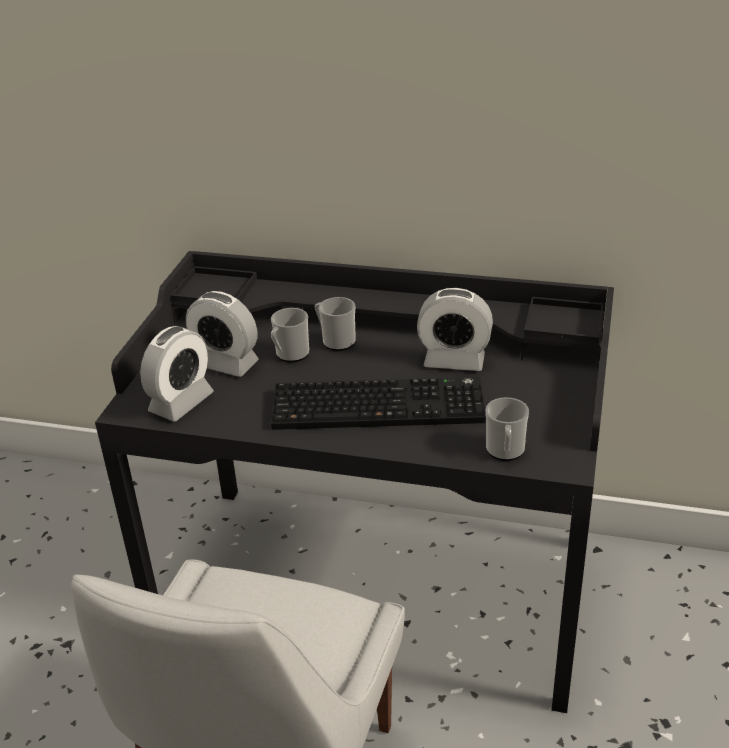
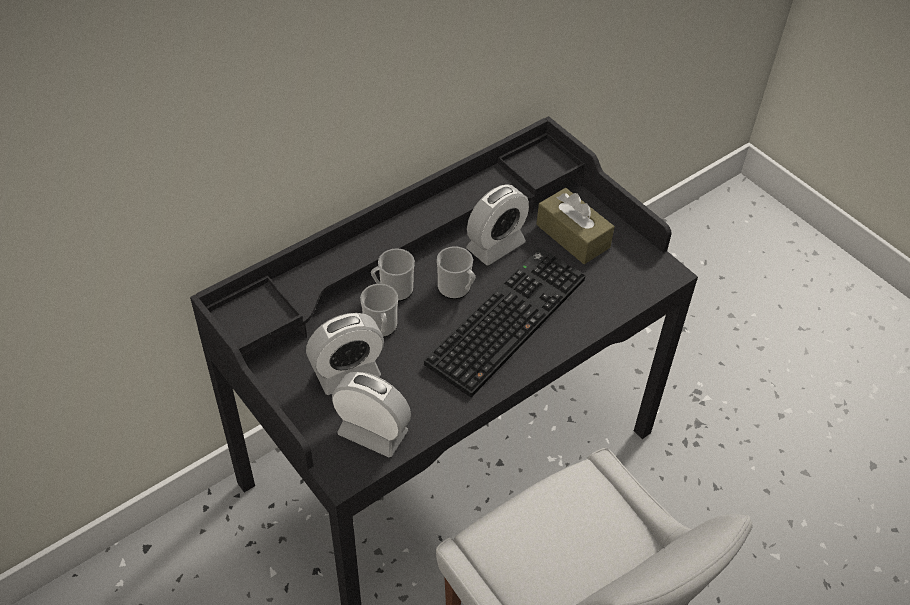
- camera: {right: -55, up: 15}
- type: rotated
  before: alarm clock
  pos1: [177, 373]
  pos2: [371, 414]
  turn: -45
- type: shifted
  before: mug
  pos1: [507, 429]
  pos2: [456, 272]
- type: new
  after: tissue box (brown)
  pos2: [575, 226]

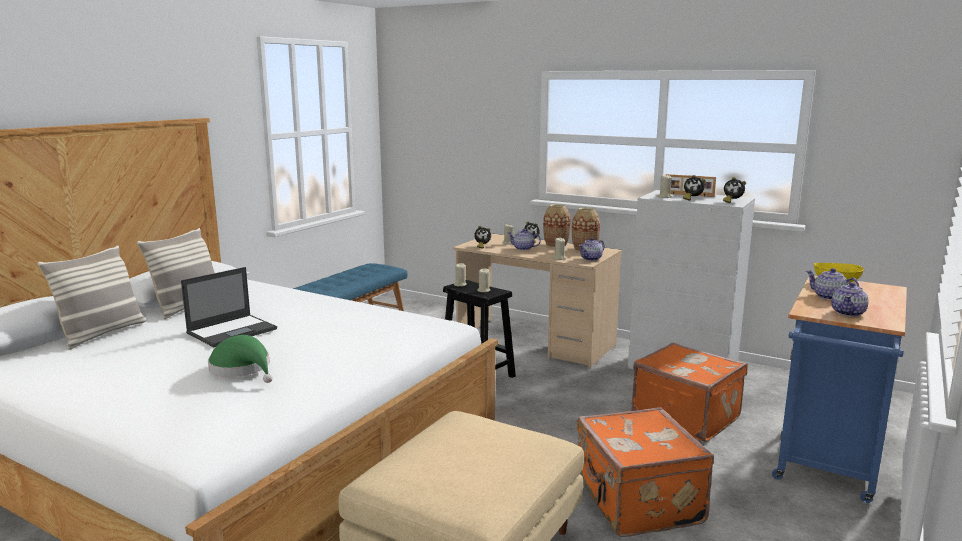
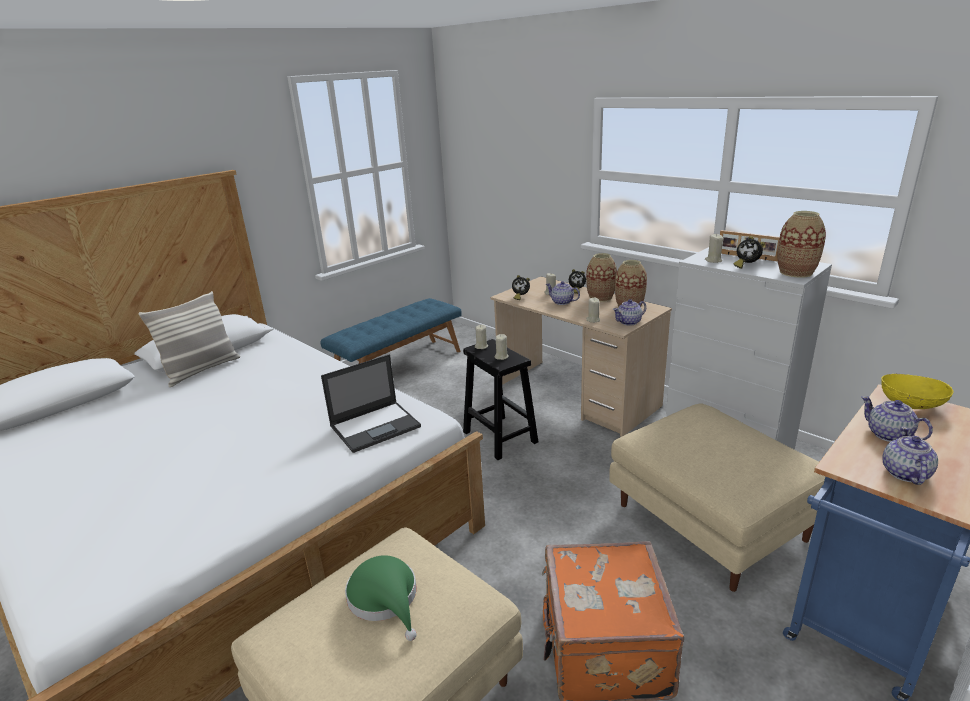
- camera: {right: 15, up: 10}
- type: gone
  before: pillow
  pos1: [91, 297]
- type: shifted
  before: laptop
  pos1: [229, 307]
  pos2: [371, 403]
- type: shifted
  before: hat (green)
  pos1: [240, 359]
  pos2: [381, 598]
- type: swapped
  before: suitcase (orange)
  after: ottoman (beige)
  pos1: [689, 392]
  pos2: [717, 497]
- type: swapped
  before: alarm clock
  after: vase
  pos1: [734, 190]
  pos2: [802, 244]
- type: rotated
  before: teapot
  pos1: [850, 299]
  pos2: [910, 456]
  turn: 150

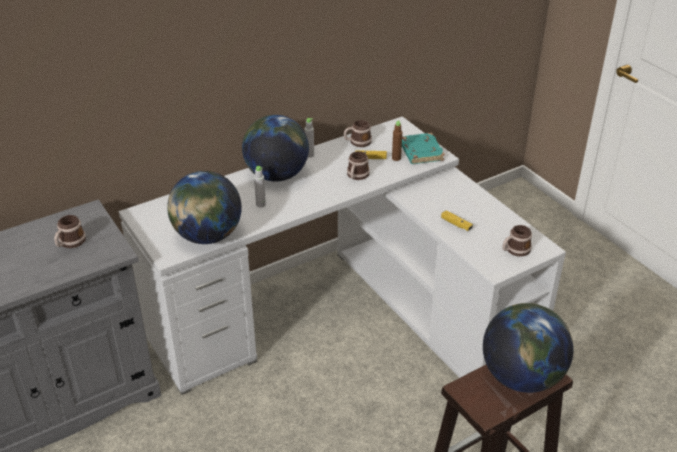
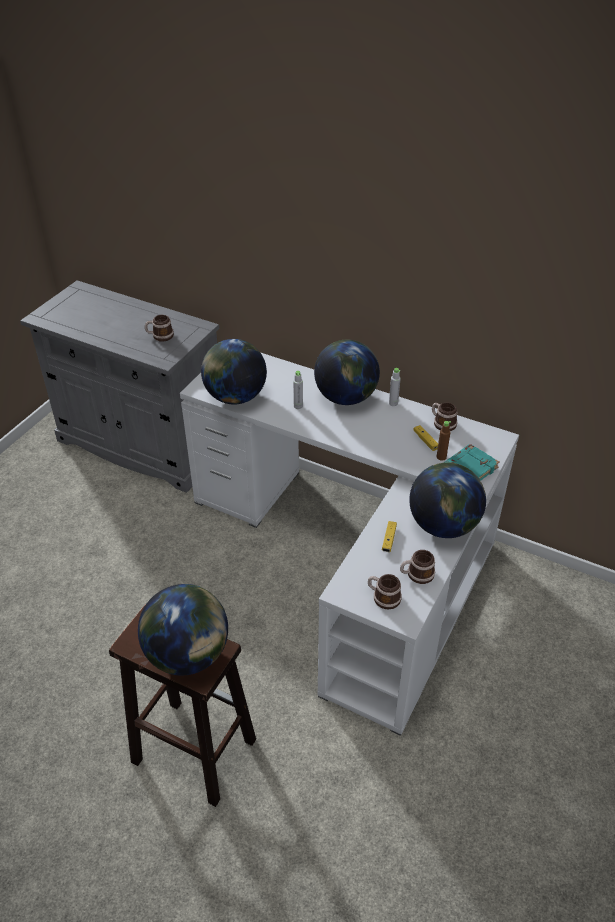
- camera: {right: 60, up: 5}
- type: shifted
  before: mug
  pos1: [358, 165]
  pos2: [417, 567]
- type: new
  after: globe
  pos2: [447, 500]

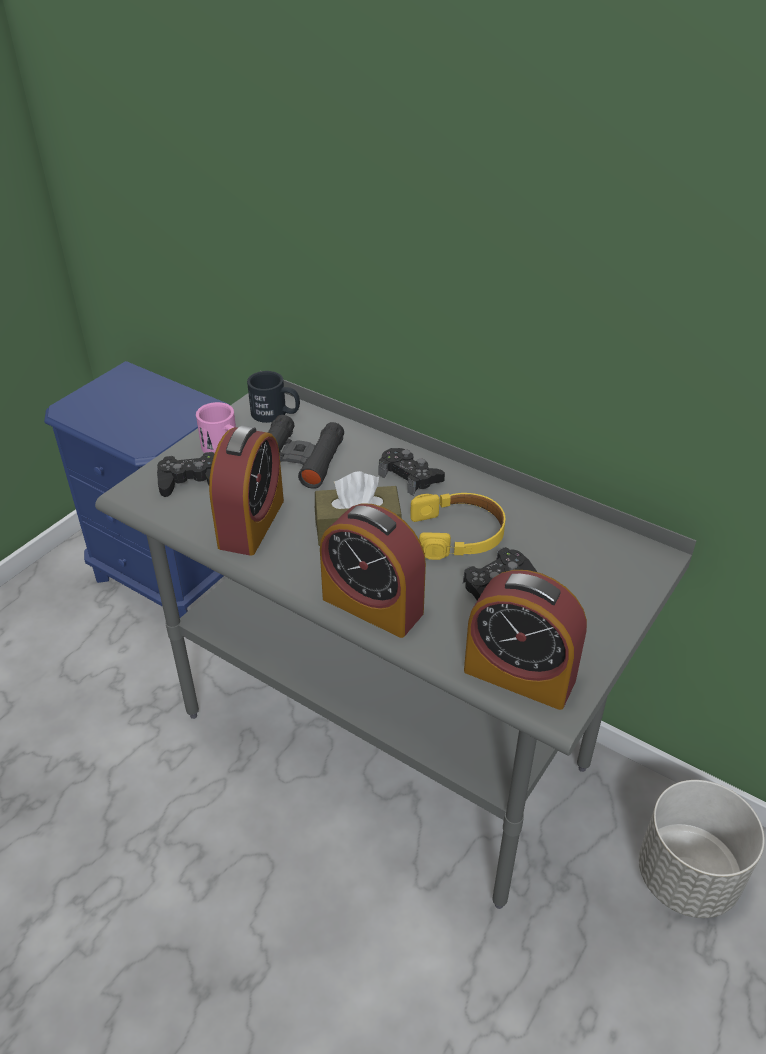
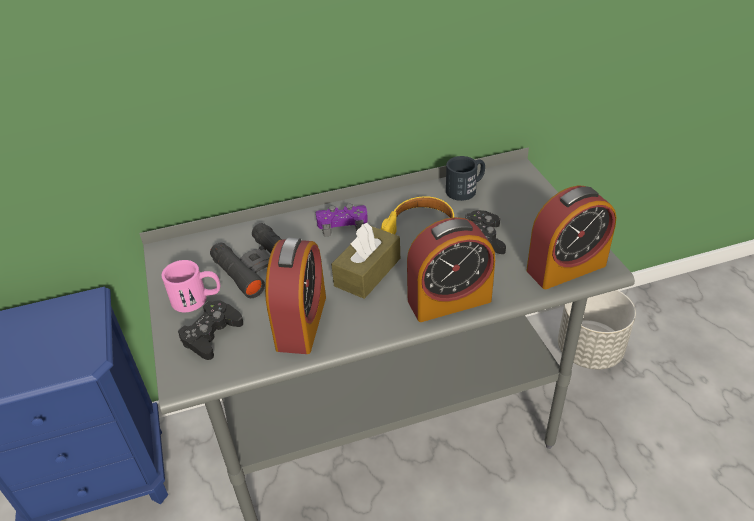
- camera: {right: -50, up: 0}
- type: rotated
  before: alarm clock
  pos1: [246, 490]
  pos2: [295, 296]
  turn: 45
- type: shifted
  before: mug (black)
  pos1: [273, 397]
  pos2: [465, 178]
- type: repainted
  before: game controller (black)
  after: game controller (purple)
  pos1: [412, 472]
  pos2: [342, 220]

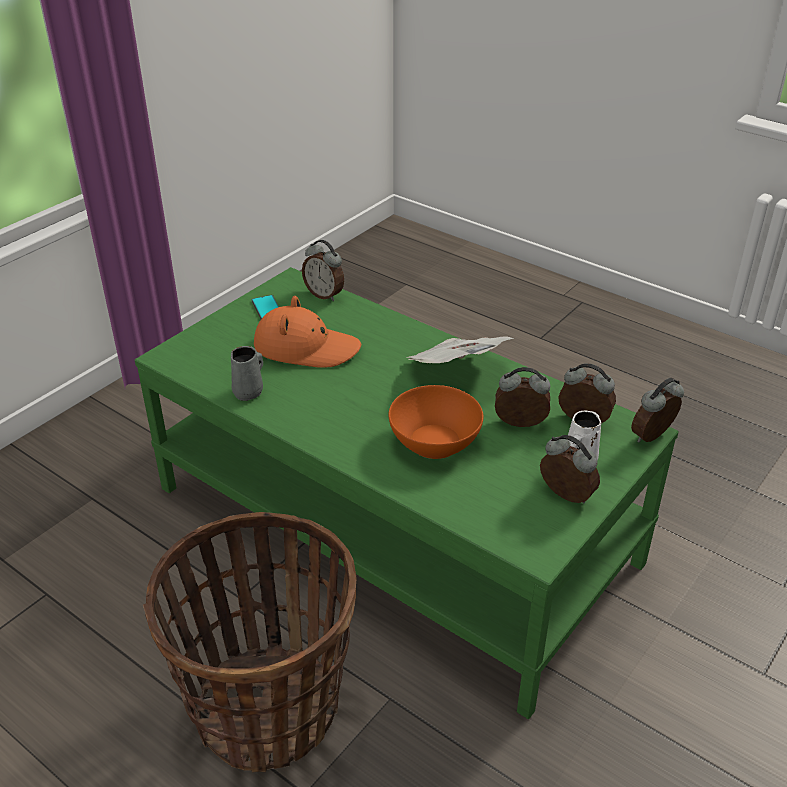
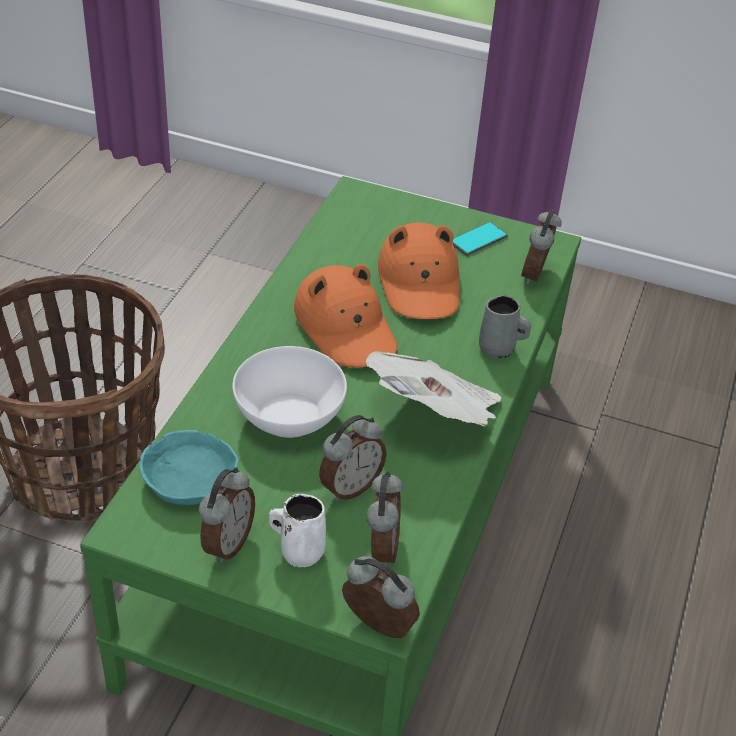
- camera: {right: 70, up: 5}
- type: shifted
  before: mug (grey)
  pos1: [247, 373]
  pos2: [505, 327]
- type: repainted
  before: bowl (orange)
  after: bowl (white)
  pos1: [436, 422]
  pos2: [290, 392]
- type: rotated
  before: alarm clock
  pos1: [522, 397]
  pos2: [353, 458]
  turn: 60
- type: new
  after: bowl (turquoise)
  pos2: [189, 467]
- type: new
  after: hat (orange)
  pos2: [345, 315]

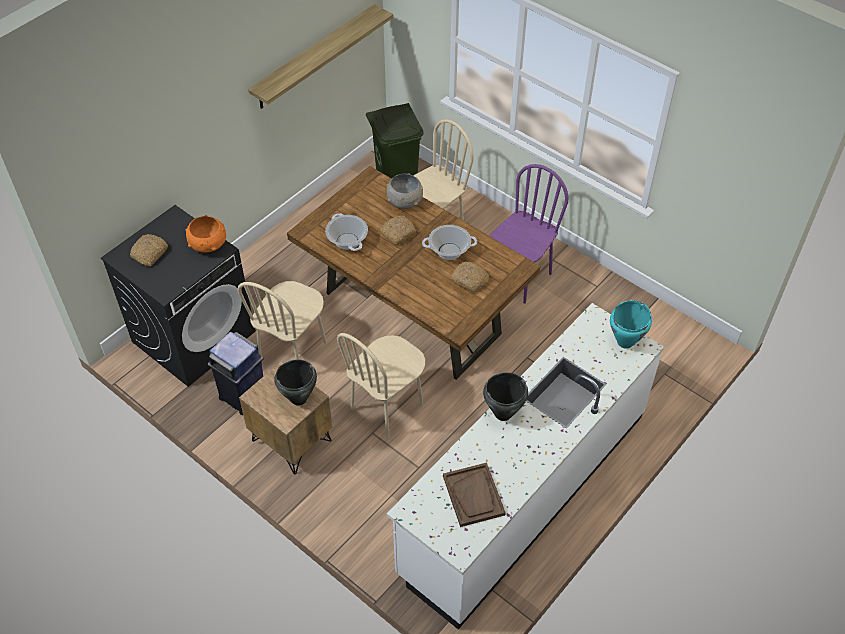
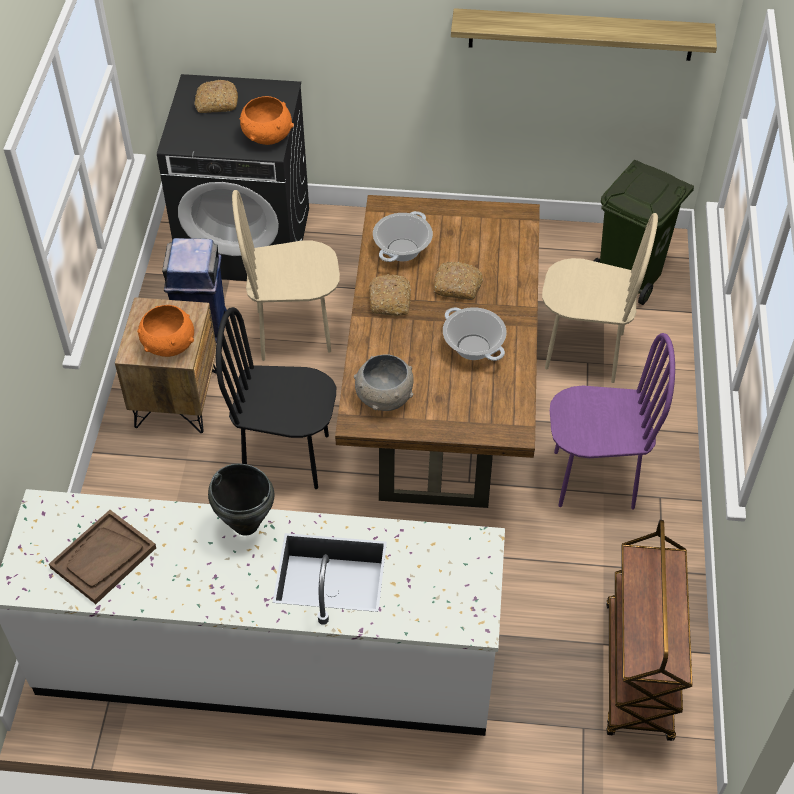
- camera: {right: 55, up: 0}
- type: swapped
  before: cooking pot (black)
  after: bowl (orange)
  pos1: [295, 382]
  pos2: [165, 331]
- type: repainted
  before: chair (beige)
  after: chair (black)
  pos1: [381, 386]
  pos2: [276, 398]
- type: shifted
  before: bowl (grey)
  pos1: [404, 191]
  pos2: [383, 383]
- type: shifted
  before: bread
  pos1: [470, 277]
  pos2: [390, 295]
- type: gone
  before: cooking pot (turquoise)
  pos1: [631, 324]
- type: new
  after: cart (brown)
  pos2: [649, 630]

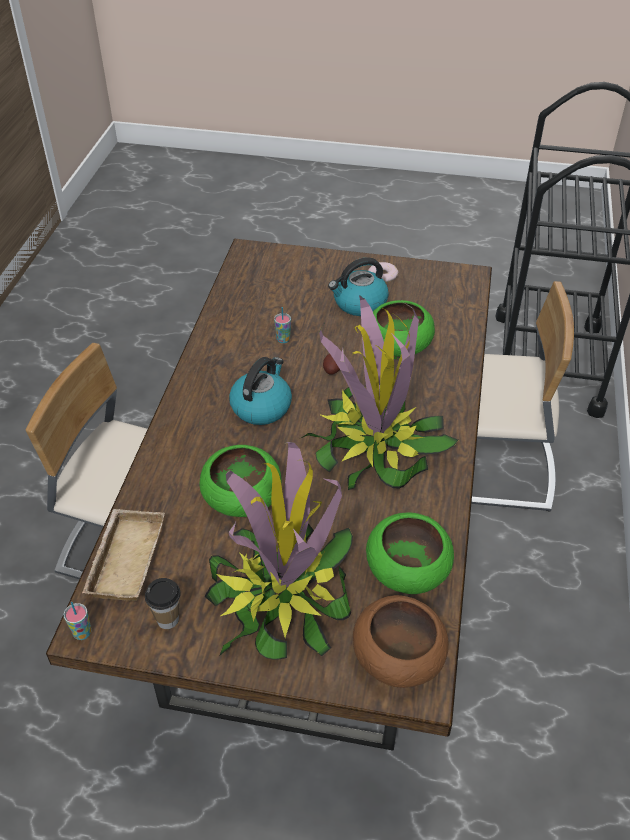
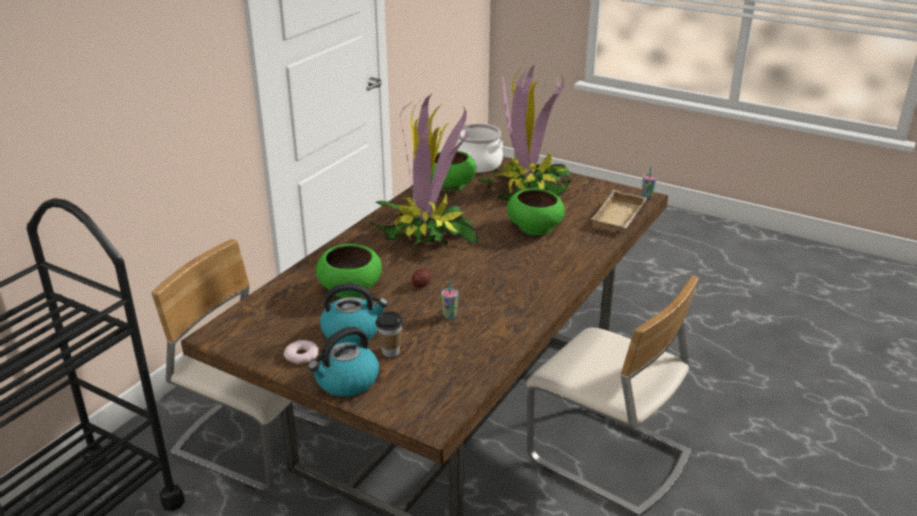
- camera: {right: -160, up: -15}
- type: shifted
  before: cup
  pos1: [163, 603]
  pos2: [389, 334]
- type: shifted
  before: kettle
  pos1: [260, 391]
  pos2: [343, 362]
- type: swapped
  before: bowl (brown)
  after: cooking pot
  pos1: [401, 641]
  pos2: [479, 148]

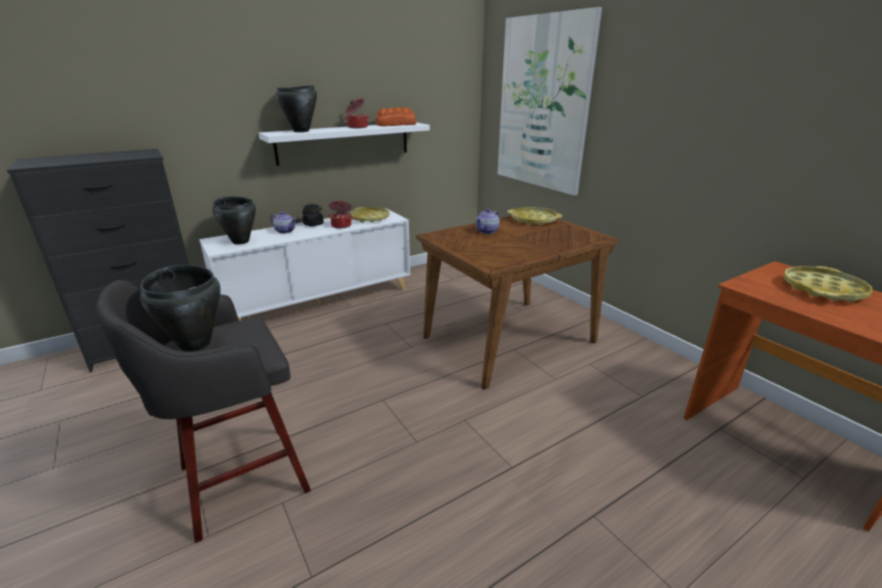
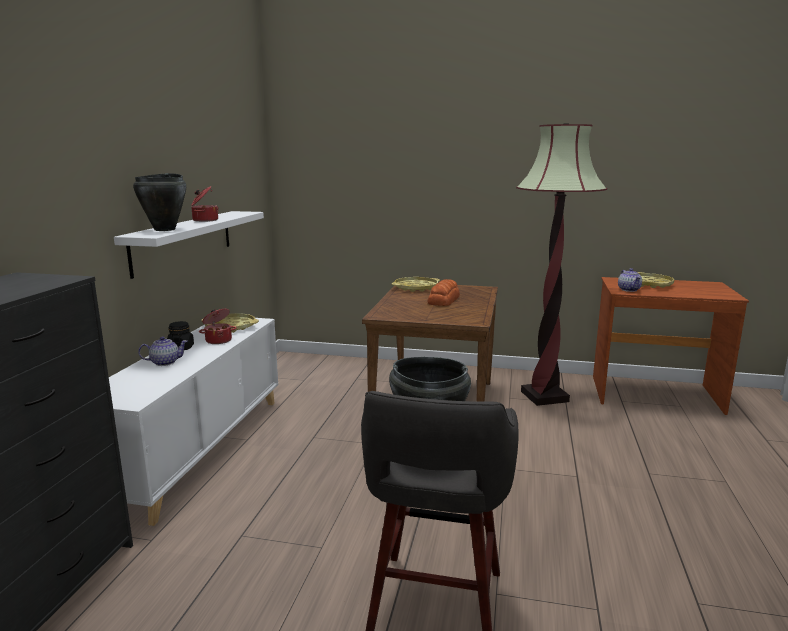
- camera: {right: -45, up: -10}
- type: gone
  before: cooking pot (black)
  pos1: [234, 220]
- type: shifted
  before: bread
  pos1: [396, 116]
  pos2: [443, 292]
- type: shifted
  before: teapot
  pos1: [488, 221]
  pos2: [630, 280]
- type: gone
  before: picture
  pos1: [550, 101]
- type: new
  after: floor lamp
  pos2: [561, 264]

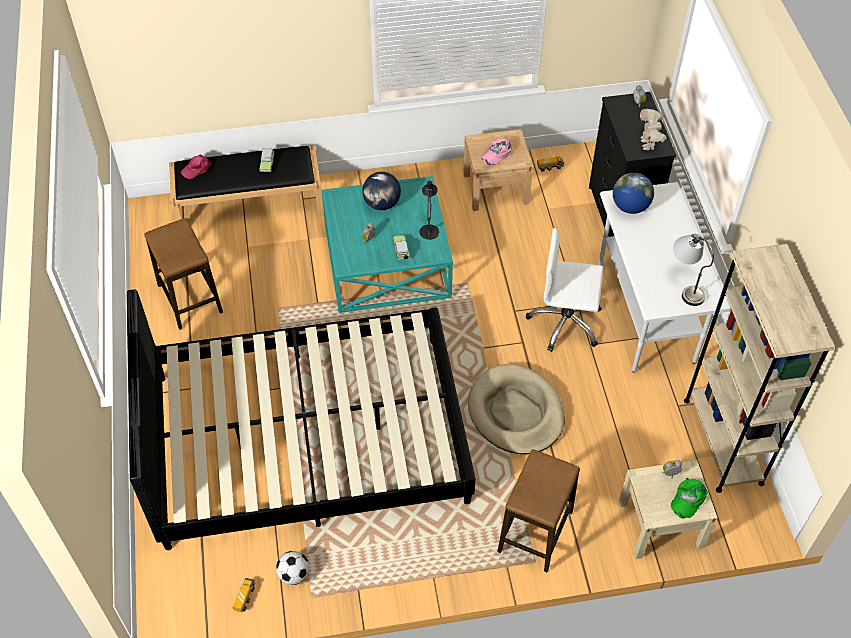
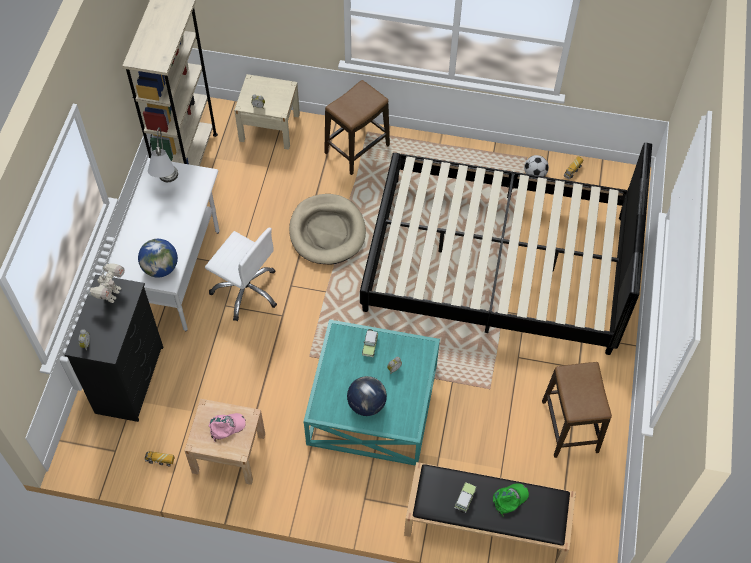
- camera: {right: -160, up: 5}
- type: gone
  before: cap (pink)
  pos1: [196, 166]
- type: gone
  before: table lamp (black)
  pos1: [429, 210]
- type: shifted
  before: cap (green)
  pos1: [689, 498]
  pos2: [511, 500]

